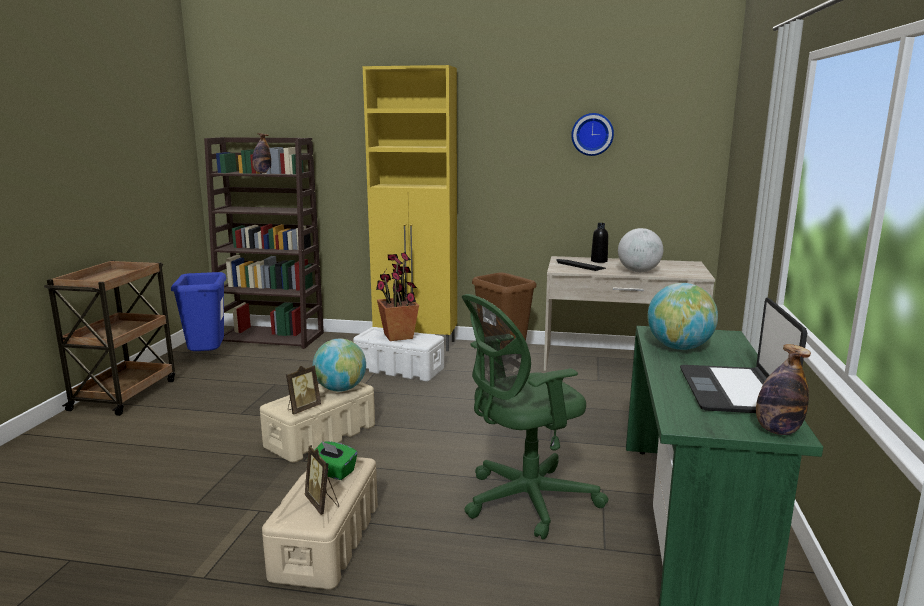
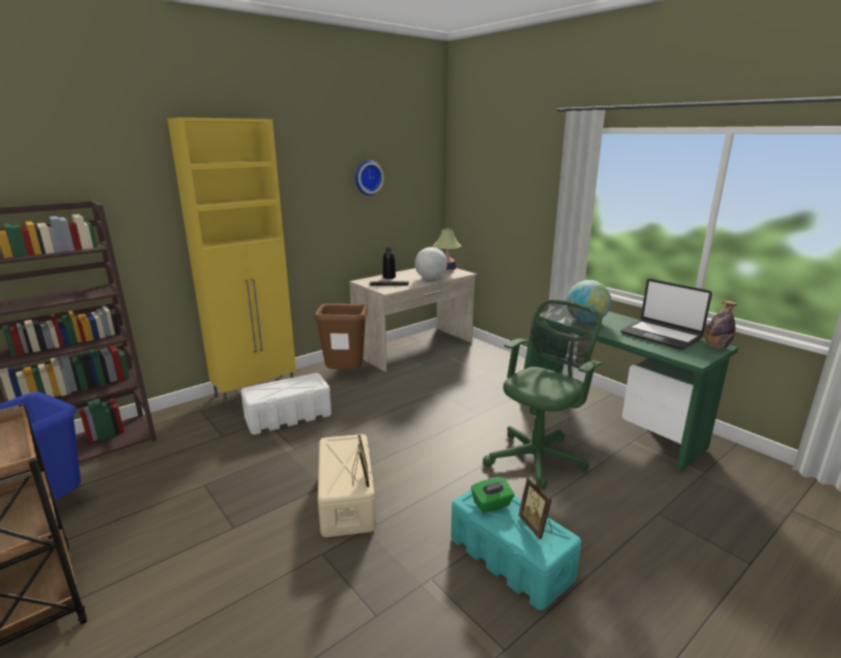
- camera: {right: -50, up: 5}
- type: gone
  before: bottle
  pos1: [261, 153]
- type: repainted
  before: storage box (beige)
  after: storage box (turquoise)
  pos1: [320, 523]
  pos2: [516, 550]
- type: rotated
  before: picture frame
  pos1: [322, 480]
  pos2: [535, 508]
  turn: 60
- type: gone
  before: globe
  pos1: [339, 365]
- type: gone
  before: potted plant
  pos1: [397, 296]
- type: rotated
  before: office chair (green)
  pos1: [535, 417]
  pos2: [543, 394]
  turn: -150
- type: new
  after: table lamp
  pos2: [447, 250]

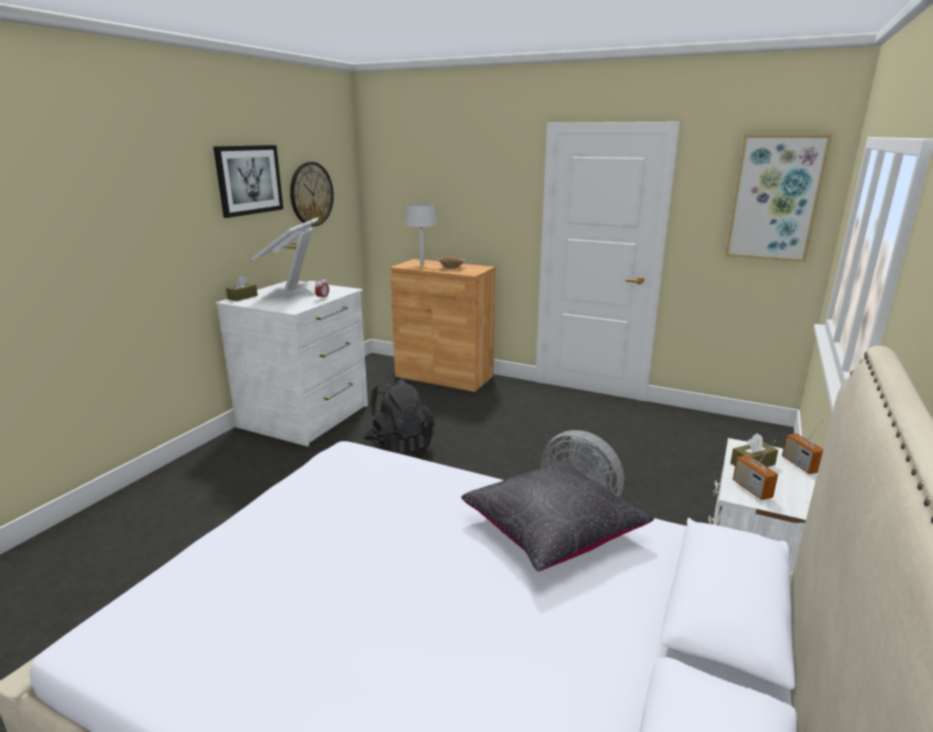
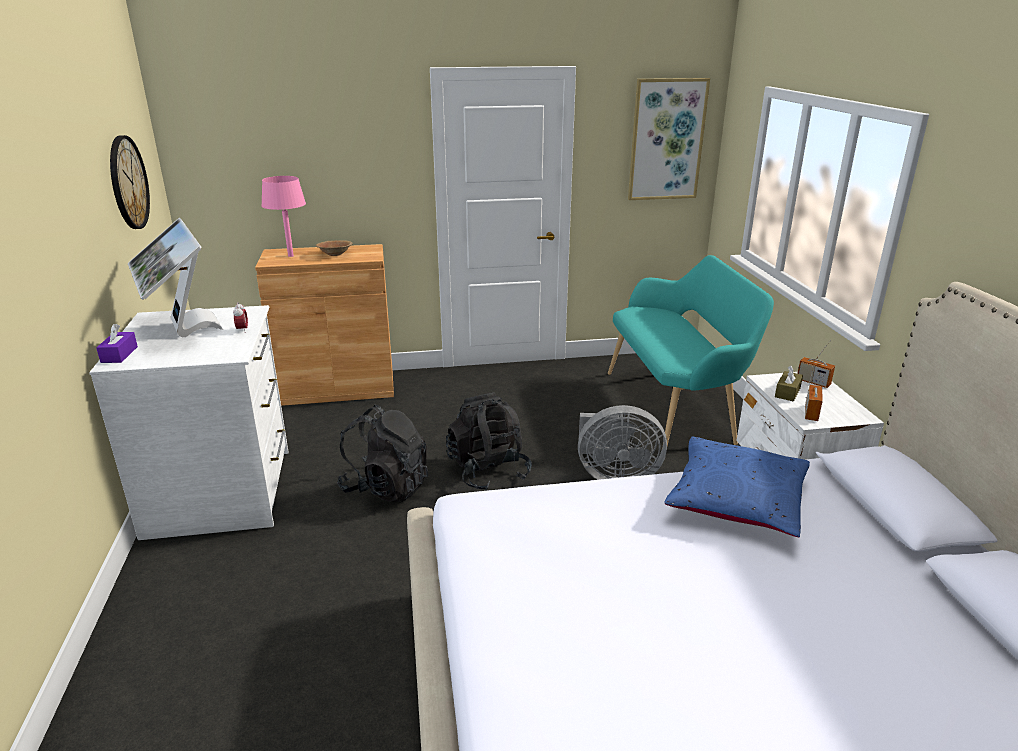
- camera: {right: -35, up: 5}
- type: gone
  before: picture
  pos1: [248, 181]
- type: repainted
  before: tissue box (brown)
  after: tissue box (purple)
  pos1: [242, 288]
  pos2: [117, 343]
- type: repainted
  before: table lamp (grey)
  after: table lamp (pink)
  pos1: [421, 234]
  pos2: [283, 216]
- type: repainted
  before: pillow (black)
  after: pillow (blue)
  pos1: [557, 516]
  pos2: [737, 487]
- type: rotated
  before: radio
  pos1: [755, 470]
  pos2: [814, 393]
  turn: -105
- type: new
  after: backpack (black)
  pos2: [489, 441]
- type: new
  after: bench (turquoise)
  pos2: [691, 351]

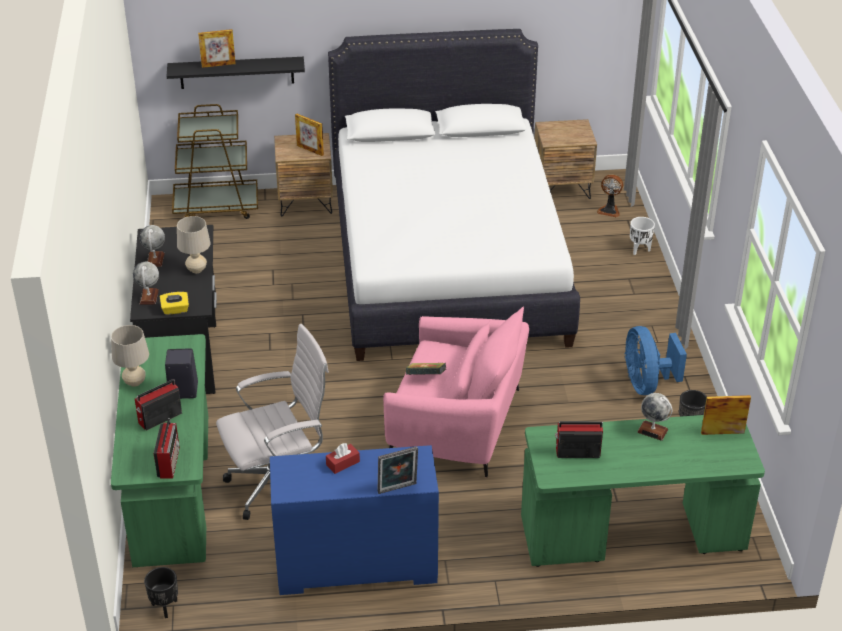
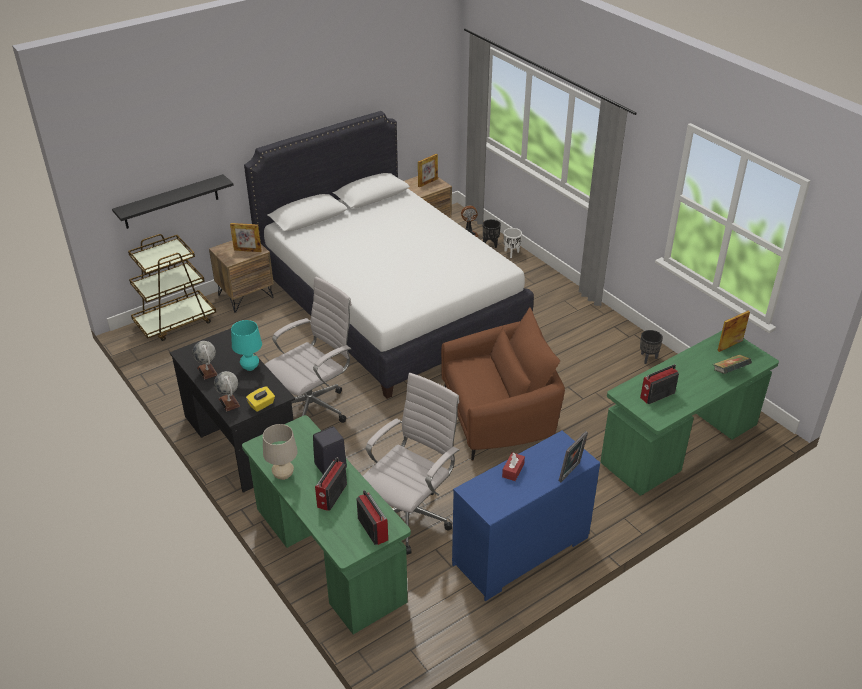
- camera: {right: -30, up: 0}
- type: shifted
  before: planter (black)
  pos1: [161, 592]
  pos2: [492, 233]
- type: repainted
  before: table lamp (beige)
  after: table lamp (turquoise)
  pos1: [194, 244]
  pos2: [246, 345]
- type: shifted
  before: picture frame
  pos1: [217, 48]
  pos2: [428, 170]
- type: repainted
  before: armchair (pink)
  after: armchair (brown)
  pos1: [456, 392]
  pos2: [503, 384]
- type: shifted
  before: book
  pos1: [426, 369]
  pos2: [732, 364]
- type: gone
  before: fan (blue)
  pos1: [656, 360]
- type: gone
  before: globe
  pos1: [655, 417]
- type: new
  after: office chair (white)
  pos2: [308, 349]

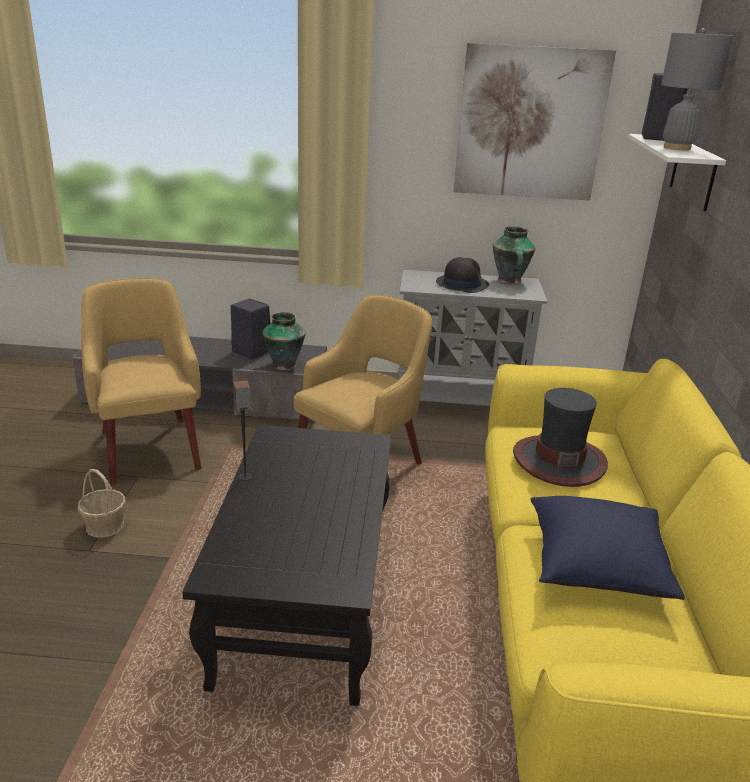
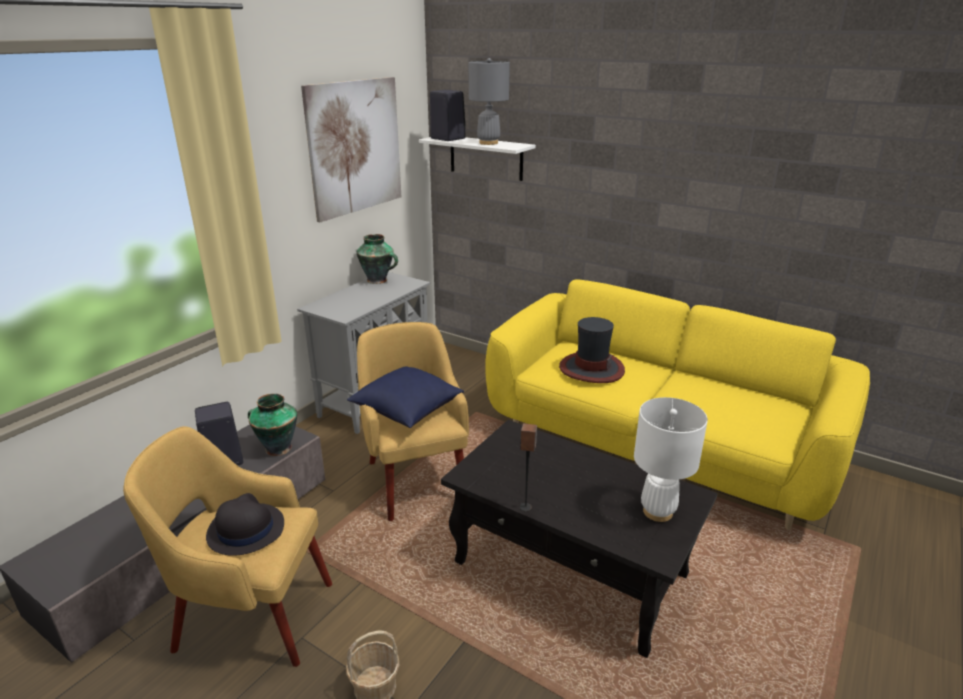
- camera: {right: -60, up: 0}
- type: shifted
  before: hat (black)
  pos1: [462, 275]
  pos2: [245, 524]
- type: shifted
  before: pillow (blue)
  pos1: [608, 548]
  pos2: [405, 397]
- type: new
  after: table lamp (white)
  pos2: [671, 459]

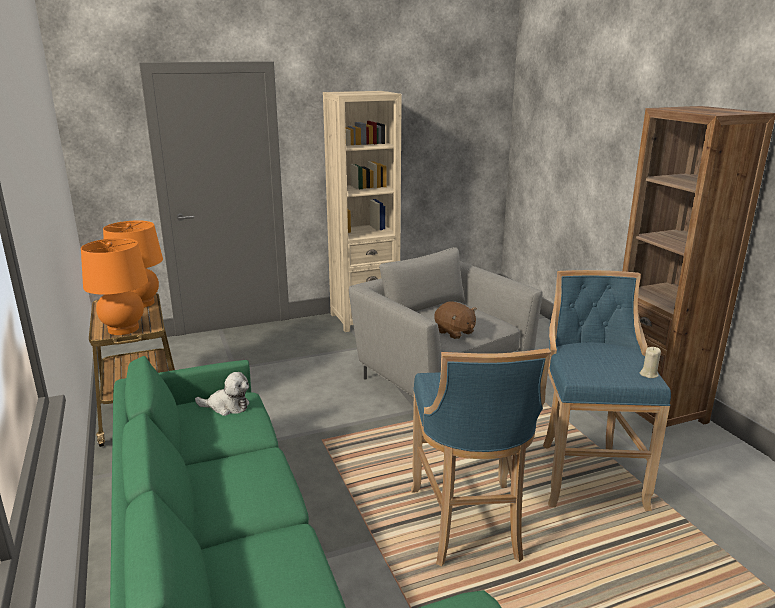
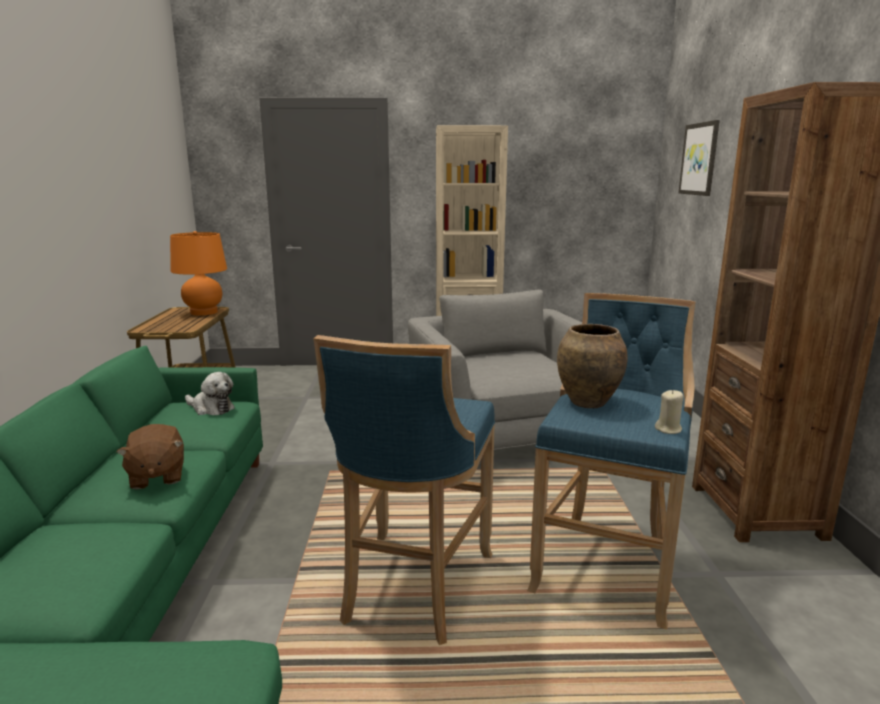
- camera: {right: 20, up: -5}
- type: gone
  before: table lamp (orange)
  pos1: [114, 286]
- type: shifted
  before: plush toy (brown)
  pos1: [455, 320]
  pos2: [150, 457]
- type: new
  after: vase (brown)
  pos2: [592, 366]
- type: new
  after: picture
  pos2: [699, 158]

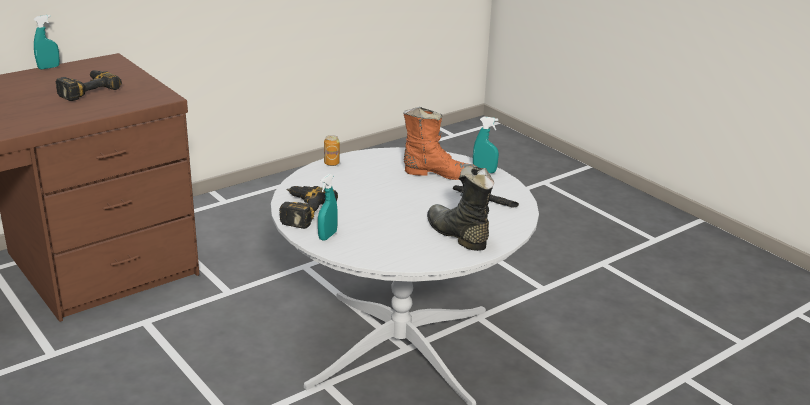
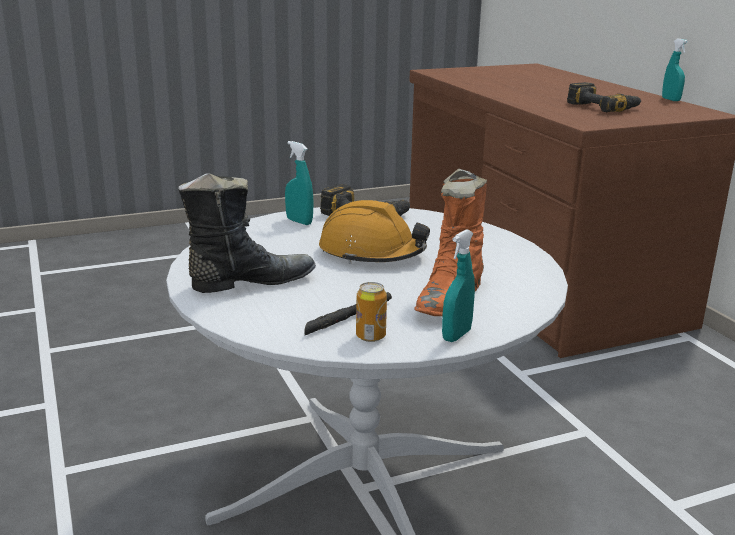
- camera: {right: 105, up: -5}
- type: shifted
  before: can
  pos1: [332, 150]
  pos2: [371, 312]
- type: new
  after: hard hat (orange)
  pos2: [374, 232]

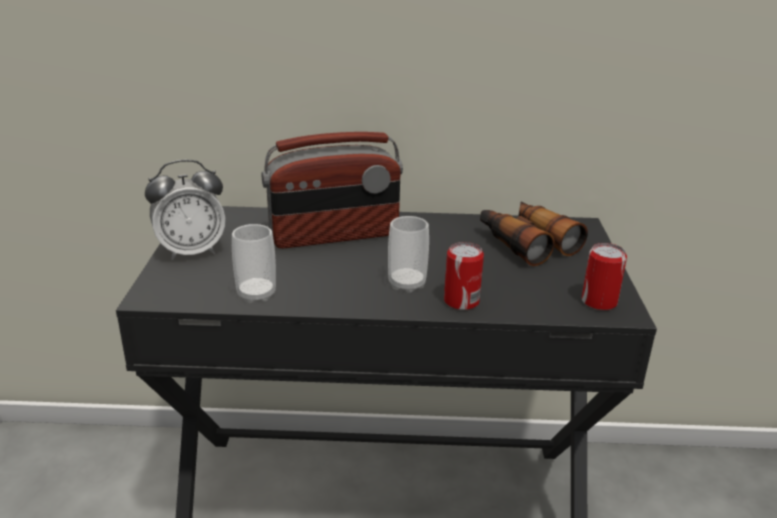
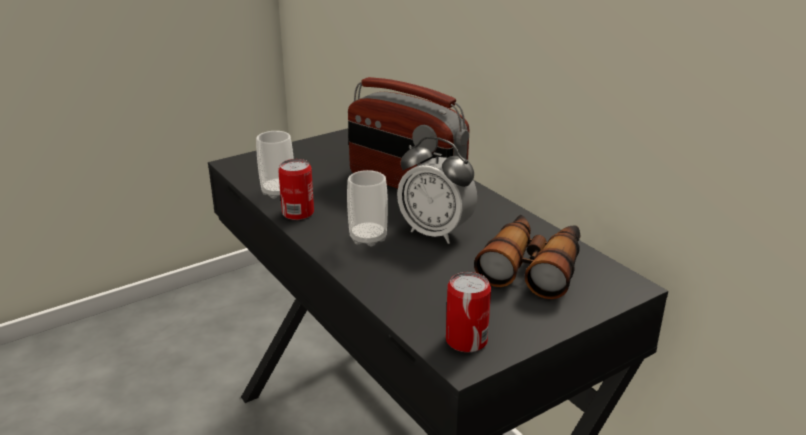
- camera: {right: 55, up: 0}
- type: shifted
  before: alarm clock
  pos1: [185, 210]
  pos2: [437, 190]
- type: shifted
  before: can
  pos1: [464, 276]
  pos2: [296, 189]

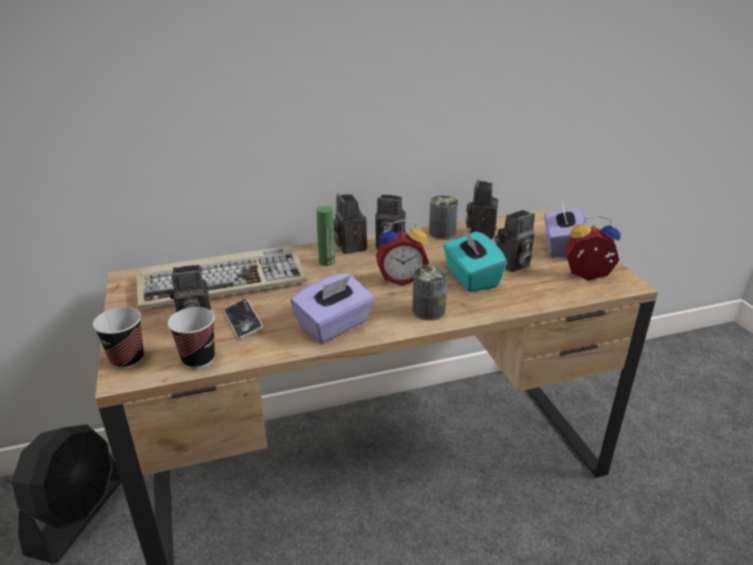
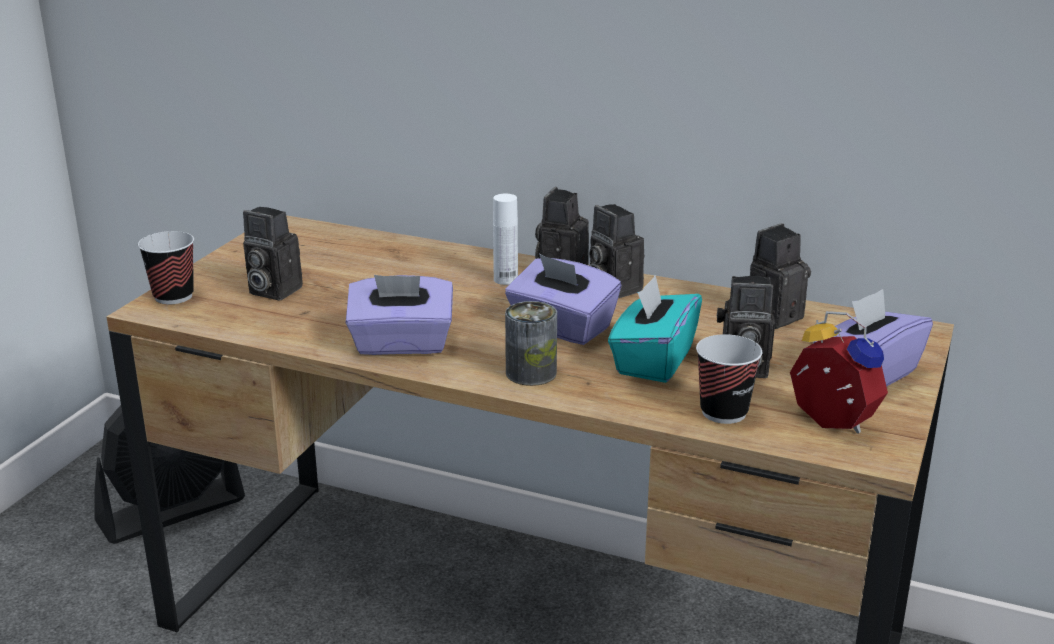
- camera: {right: 40, up: -5}
- type: gone
  before: keyboard
  pos1: [222, 278]
- type: shifted
  before: cup
  pos1: [191, 338]
  pos2: [729, 379]
- type: gone
  before: phone
  pos1: [243, 319]
- type: repainted
  before: bottle (green)
  after: bottle (white)
  pos1: [326, 236]
  pos2: [505, 239]
- type: swapped
  before: alarm clock
  after: tissue box (purple)
  pos1: [402, 252]
  pos2: [563, 299]
- type: gone
  before: can
  pos1: [443, 217]

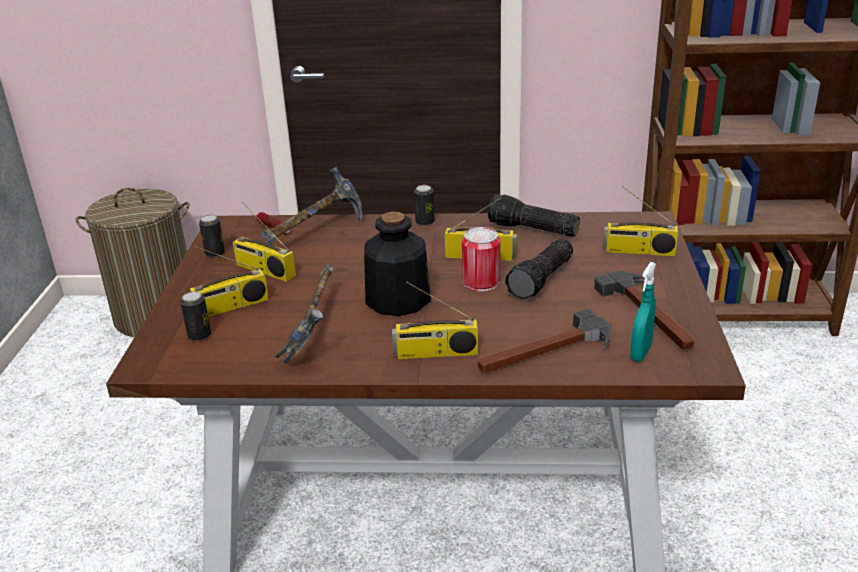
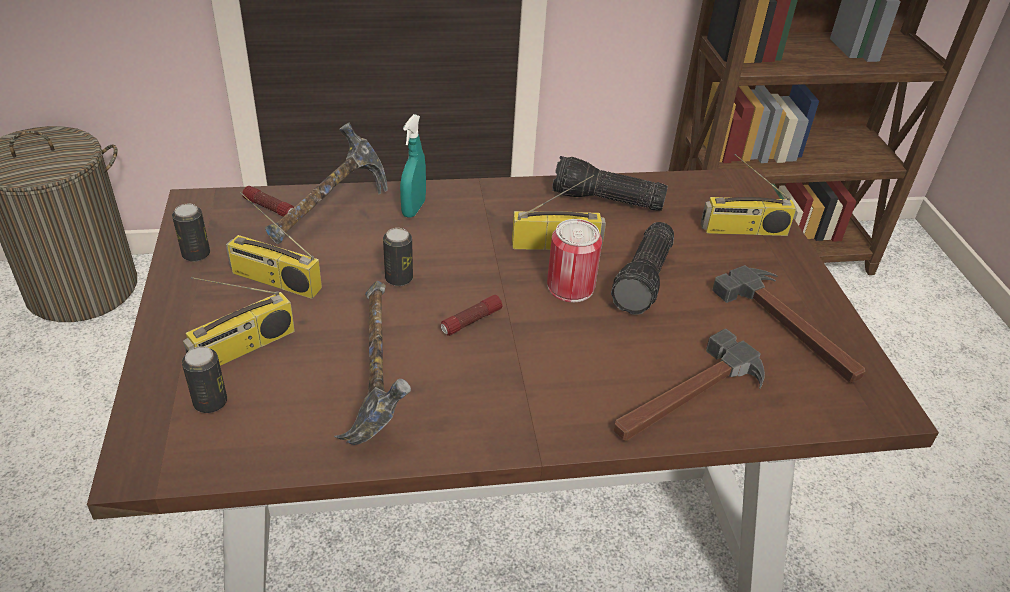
- camera: {right: -15, up: 10}
- type: swapped
  before: bottle
  after: flashlight
  pos1: [397, 264]
  pos2: [471, 315]
- type: gone
  before: radio
  pos1: [435, 320]
- type: shifted
  before: can
  pos1: [424, 205]
  pos2: [398, 257]
- type: shifted
  before: spray bottle (turquoise)
  pos1: [643, 312]
  pos2: [413, 166]

